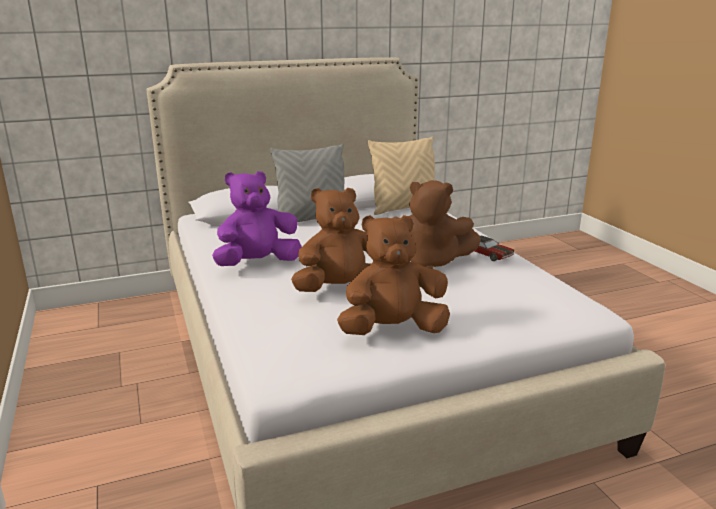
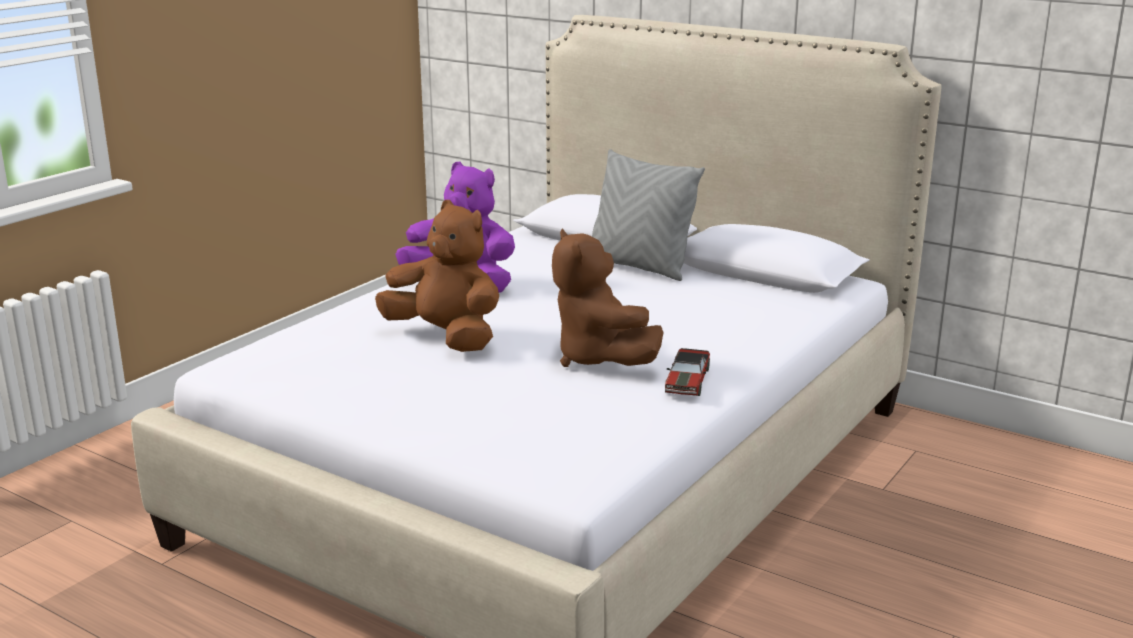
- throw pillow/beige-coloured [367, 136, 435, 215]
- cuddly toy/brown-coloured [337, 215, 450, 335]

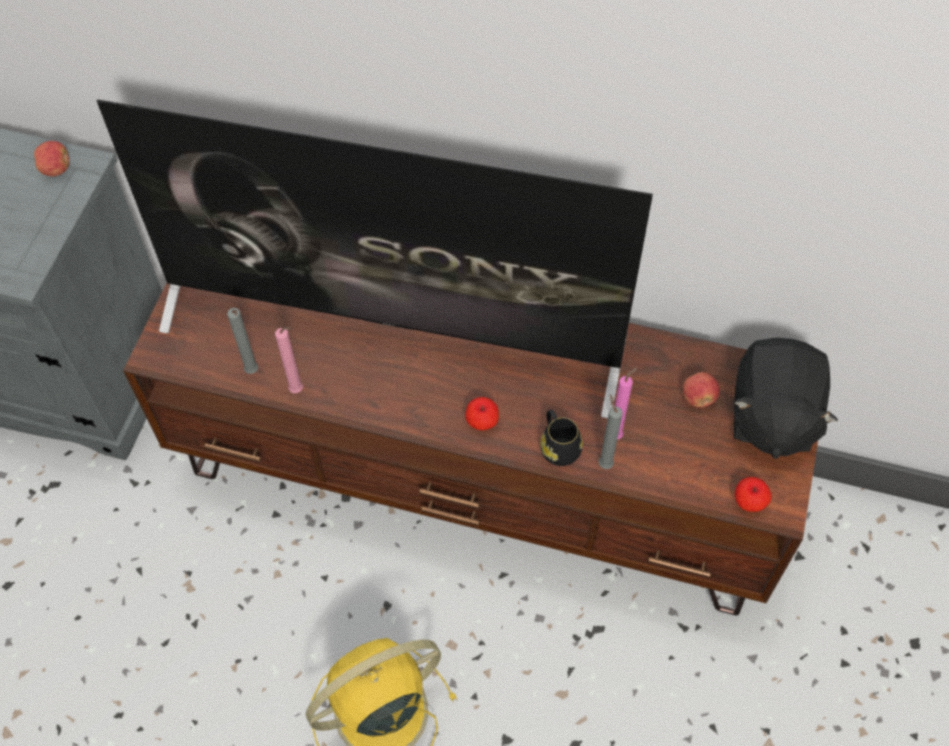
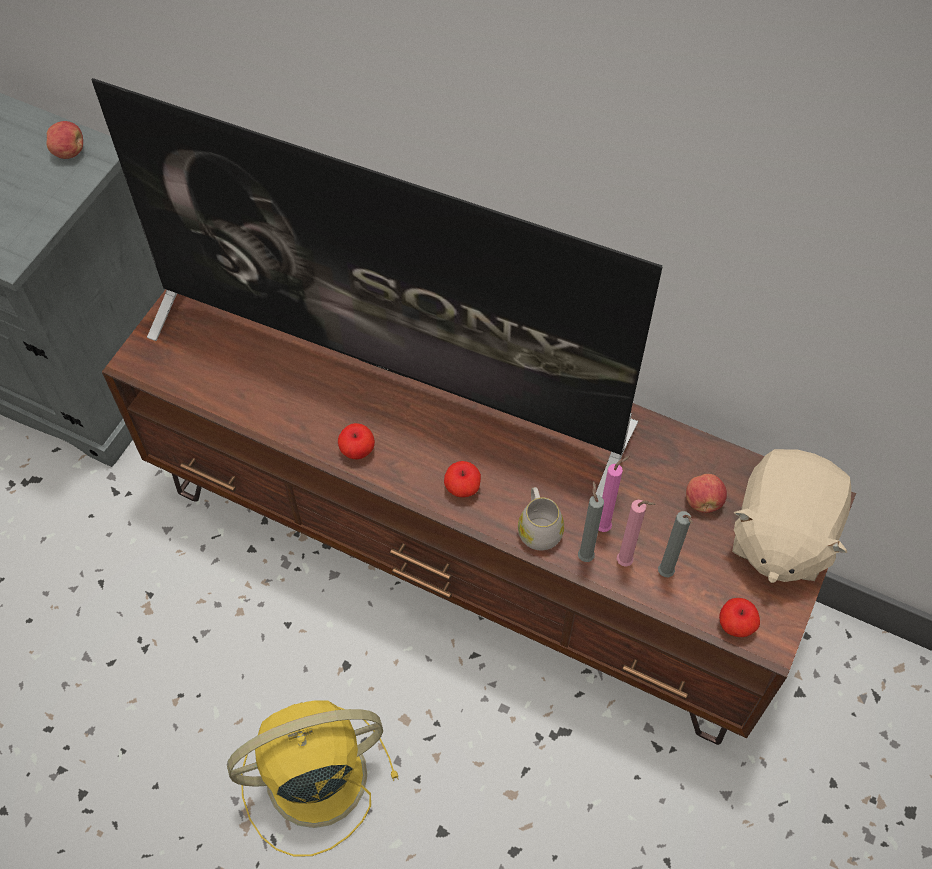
~ candle/gray [227, 308, 258, 374] to [658, 511, 693, 577]
~ candle/pink-coloured [275, 327, 303, 393] to [617, 500, 656, 567]
~ cuddly toy/black [733, 338, 838, 459] to cuddly toy/beige-coloured [732, 449, 851, 583]
~ tea mug/black [540, 410, 583, 466] to tea mug/whitish [518, 487, 564, 550]
+ apple fruit [338, 423, 375, 459]

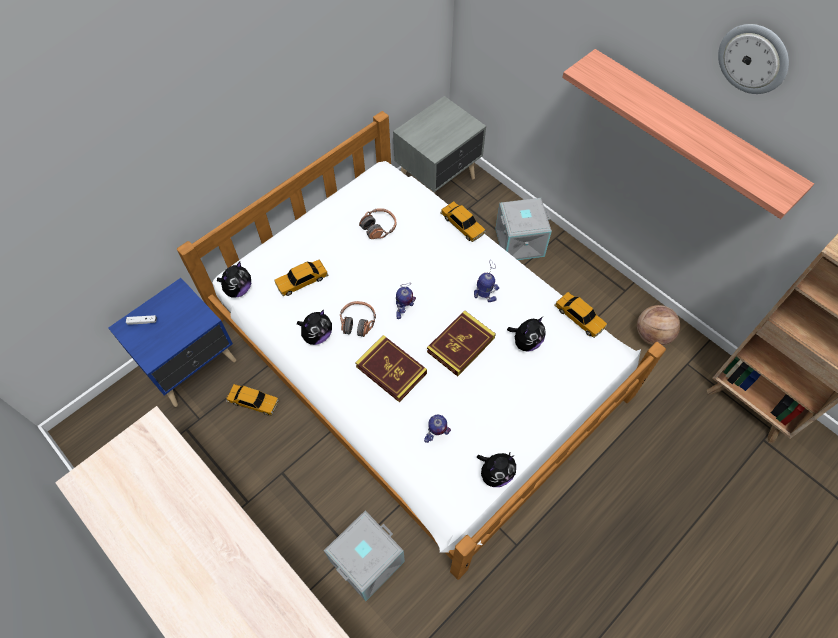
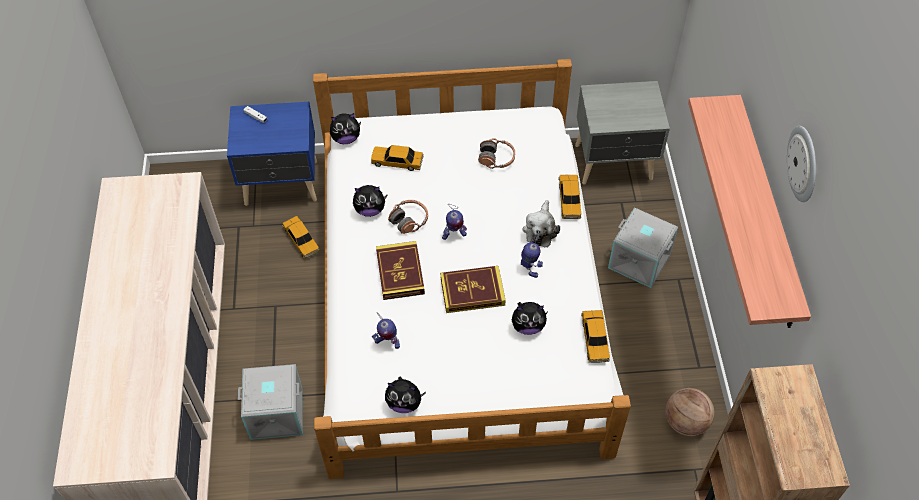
+ cuddly toy [522, 200, 560, 247]

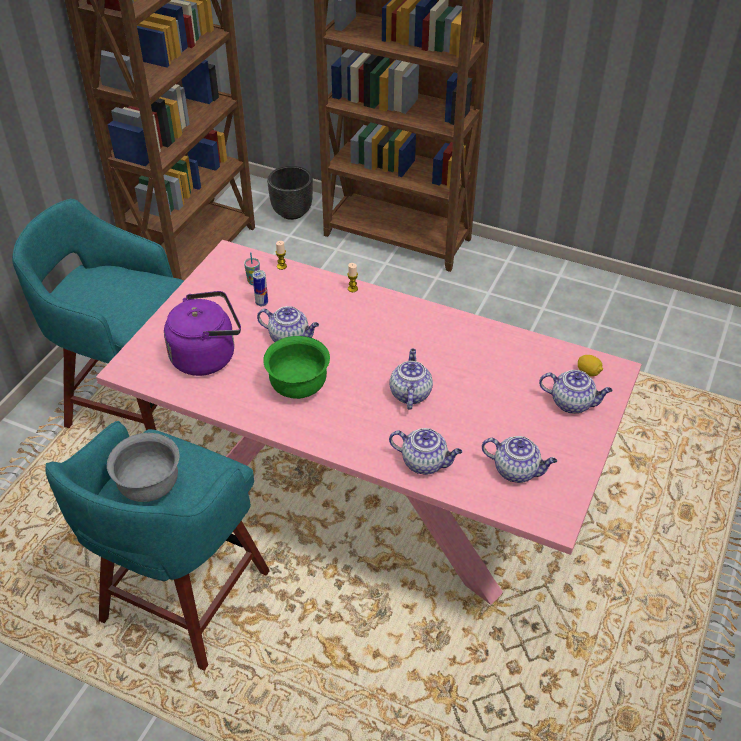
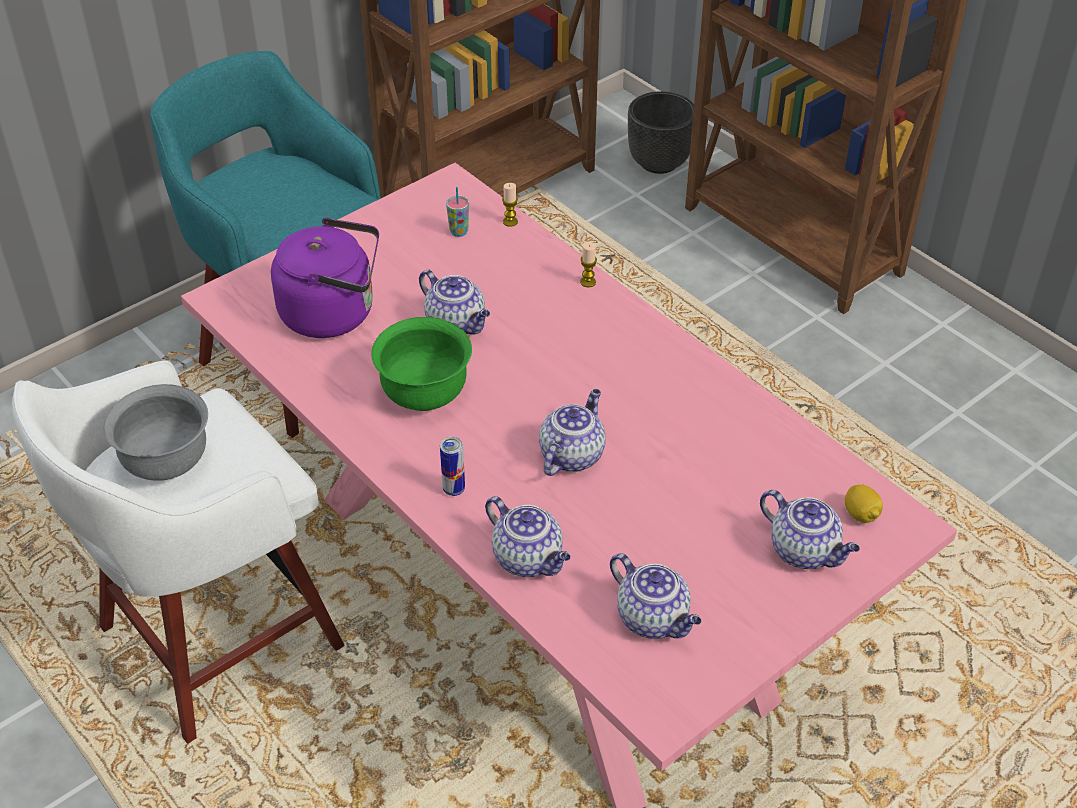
~ metal can [252, 270, 268, 306] to [440, 437, 465, 496]
~ sitting stool/turquoise [45, 421, 270, 671] to sitting stool/whitish [12, 361, 344, 743]

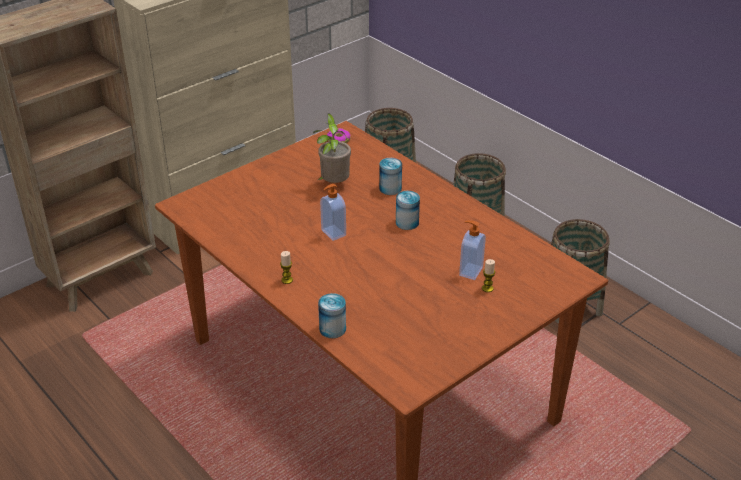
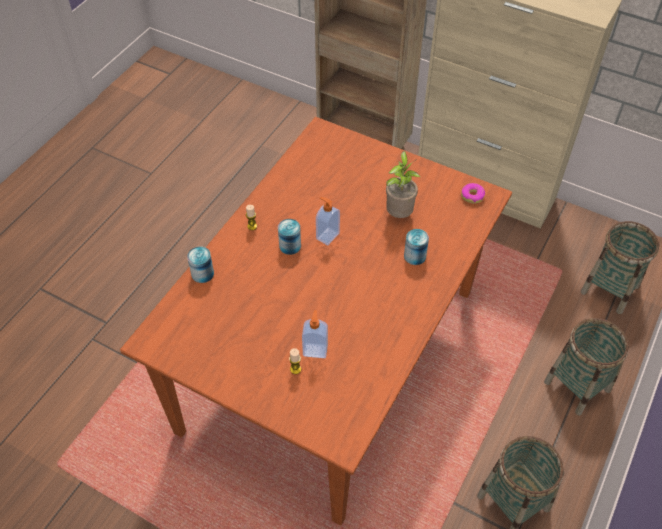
~ metal can [396, 191, 420, 230] to [278, 219, 301, 255]

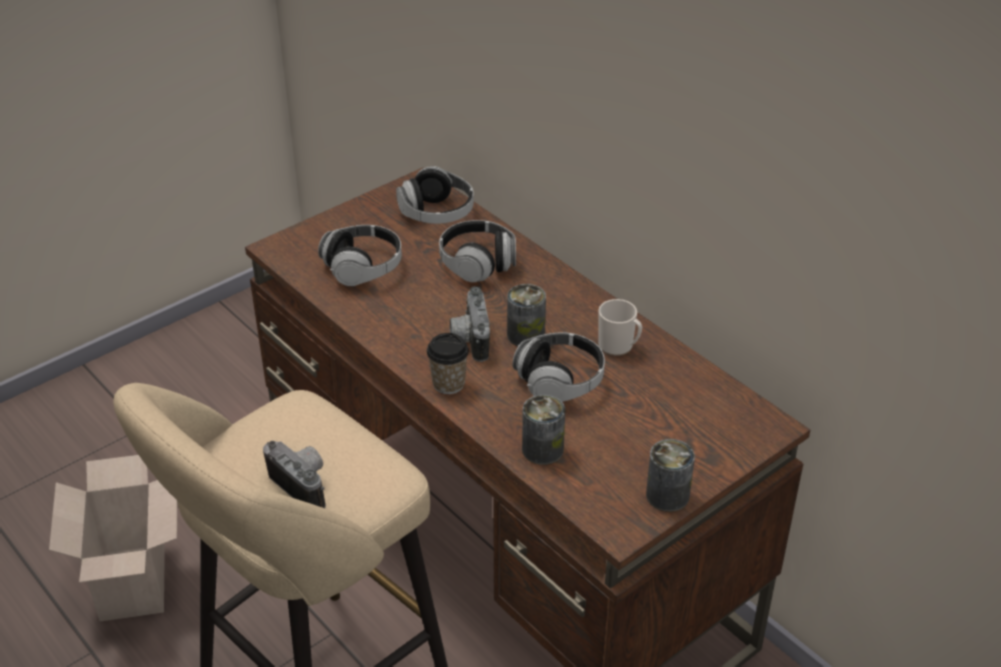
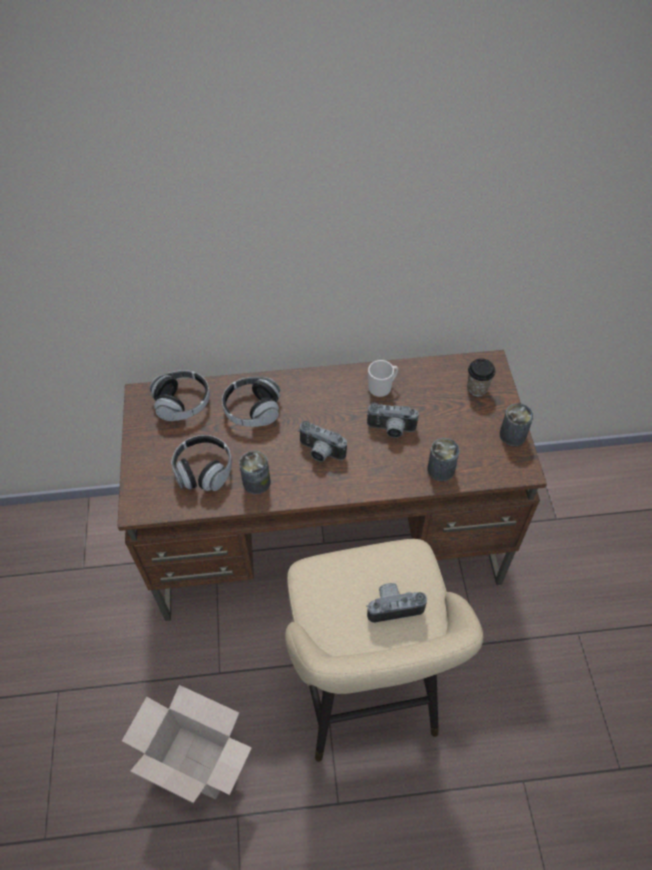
~ metal can [507, 284, 546, 346] to [239, 451, 271, 494]
~ pair of headphones [512, 332, 605, 402] to photo camera [367, 403, 419, 438]
~ drinking cup [427, 333, 469, 394] to [467, 358, 495, 396]

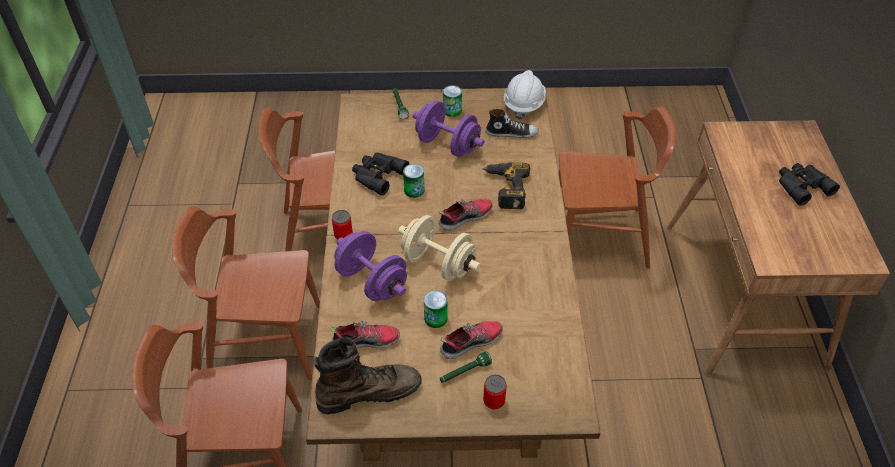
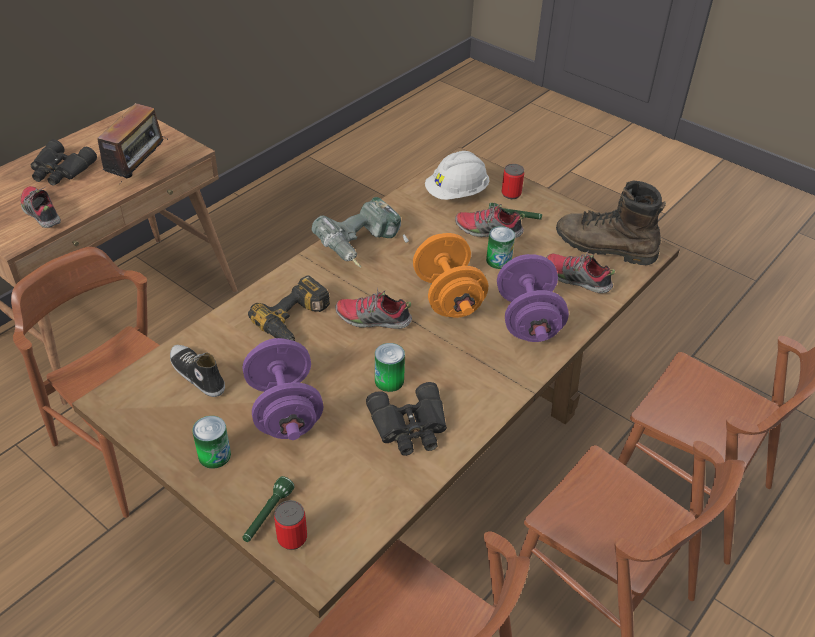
~ hard hat/whitish [504, 70, 546, 119] to [425, 151, 490, 200]
~ metal can [332, 210, 353, 240] to [274, 500, 307, 550]
~ hand weight/beige-coloured [398, 215, 480, 281] to hand weight/orange [413, 233, 488, 318]
+ radio set [92, 103, 168, 182]
+ low shoe [21, 186, 61, 228]
+ power drill [312, 197, 409, 268]

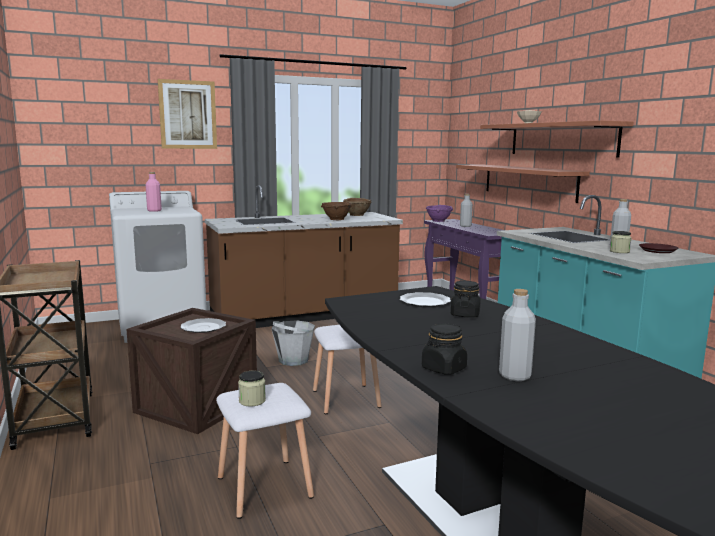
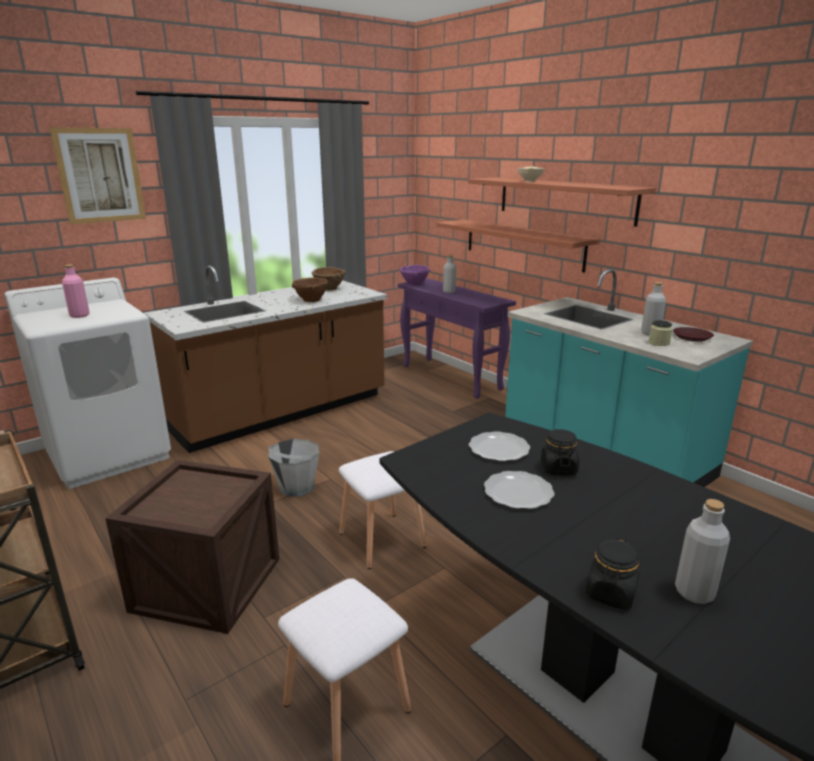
~ flat dish [180, 318, 226, 333] to [484, 471, 555, 509]
- jar [238, 371, 266, 406]

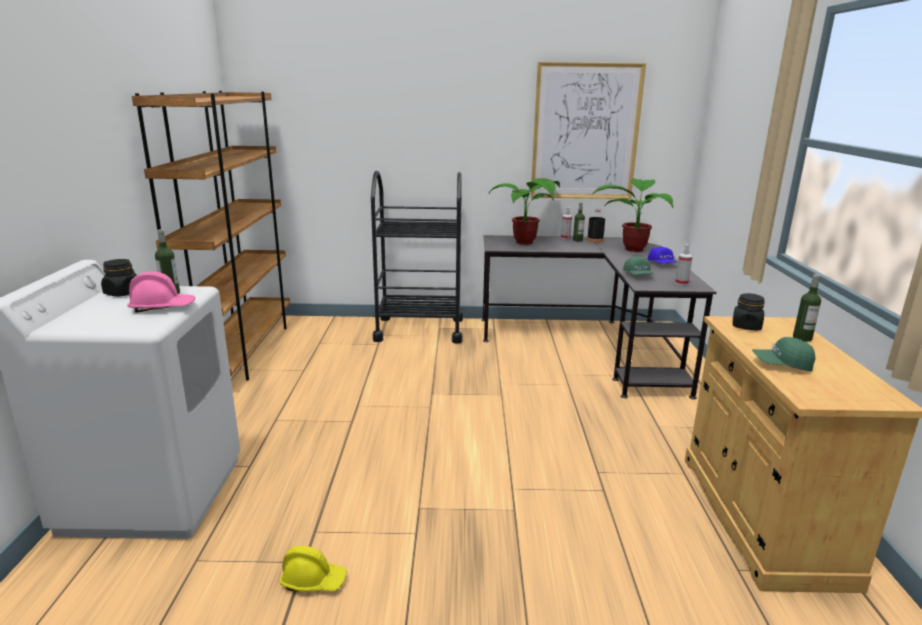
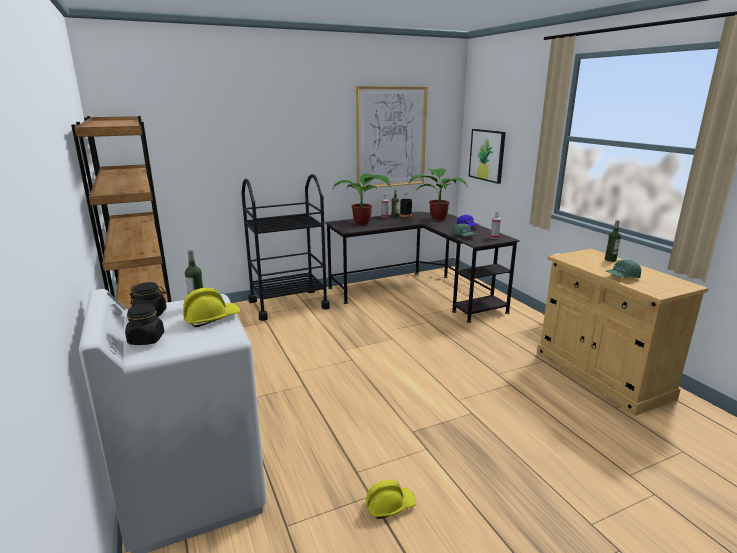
~ hard hat/pink-coloured [127, 271, 195, 313] to hard hat/yellow [183, 288, 240, 327]
~ jar/black [733, 293, 765, 331] to [125, 303, 164, 345]
+ wall art [468, 129, 506, 184]

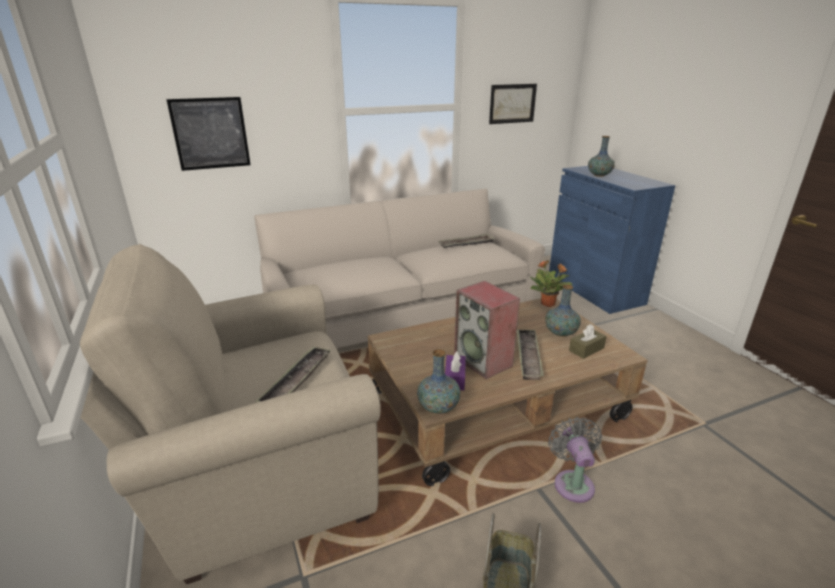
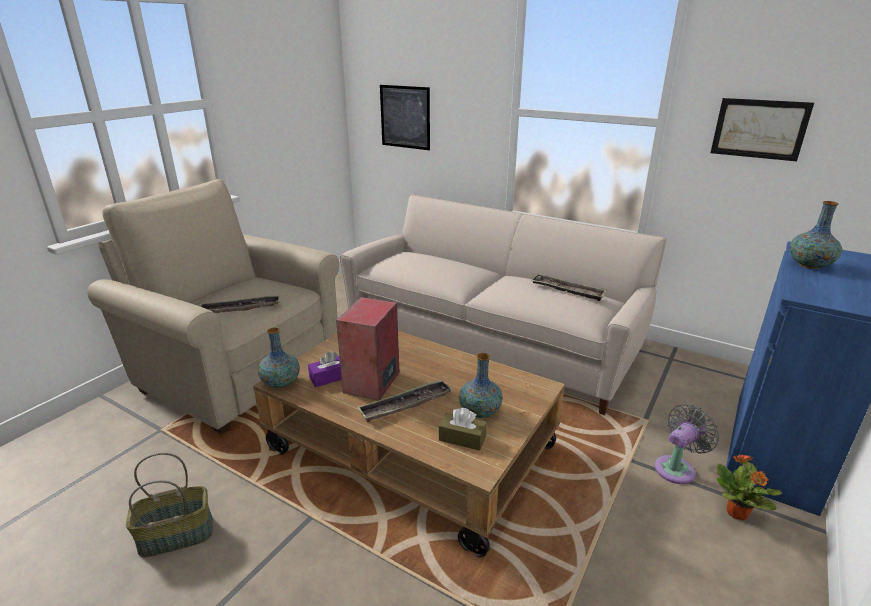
~ plant in a pot [530, 260, 572, 307] to [717, 454, 782, 520]
~ electric fan/gray [548, 417, 602, 503] to [655, 404, 719, 484]

